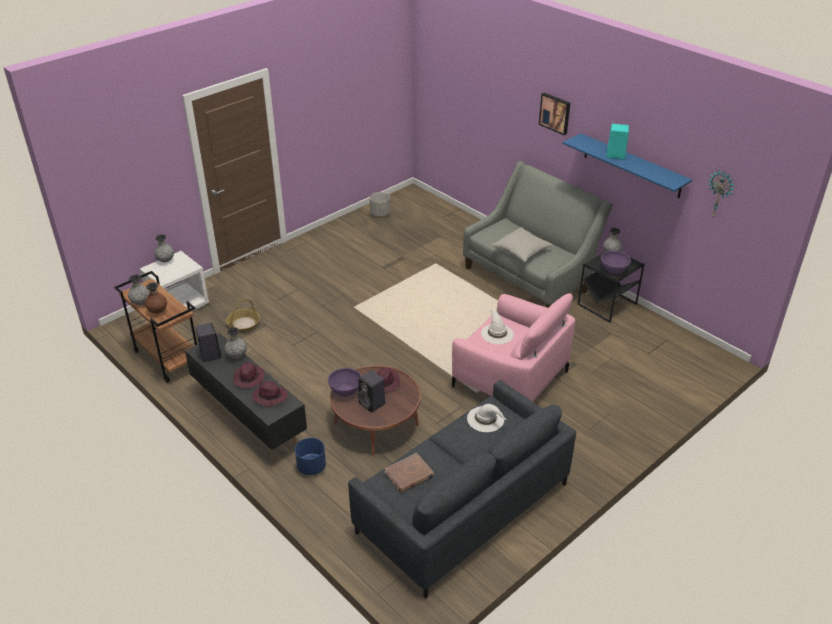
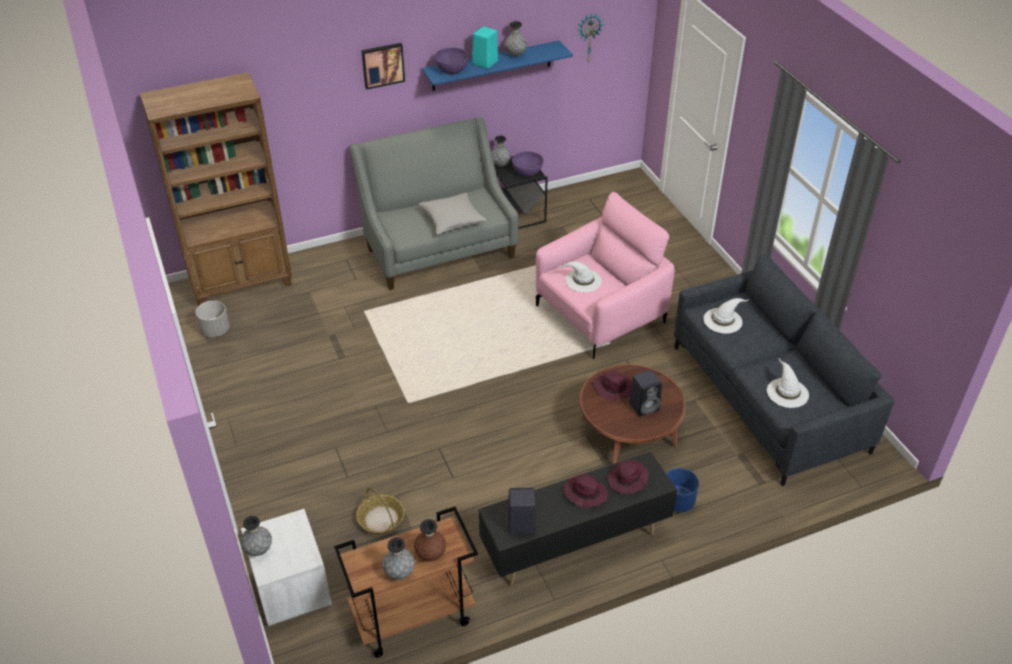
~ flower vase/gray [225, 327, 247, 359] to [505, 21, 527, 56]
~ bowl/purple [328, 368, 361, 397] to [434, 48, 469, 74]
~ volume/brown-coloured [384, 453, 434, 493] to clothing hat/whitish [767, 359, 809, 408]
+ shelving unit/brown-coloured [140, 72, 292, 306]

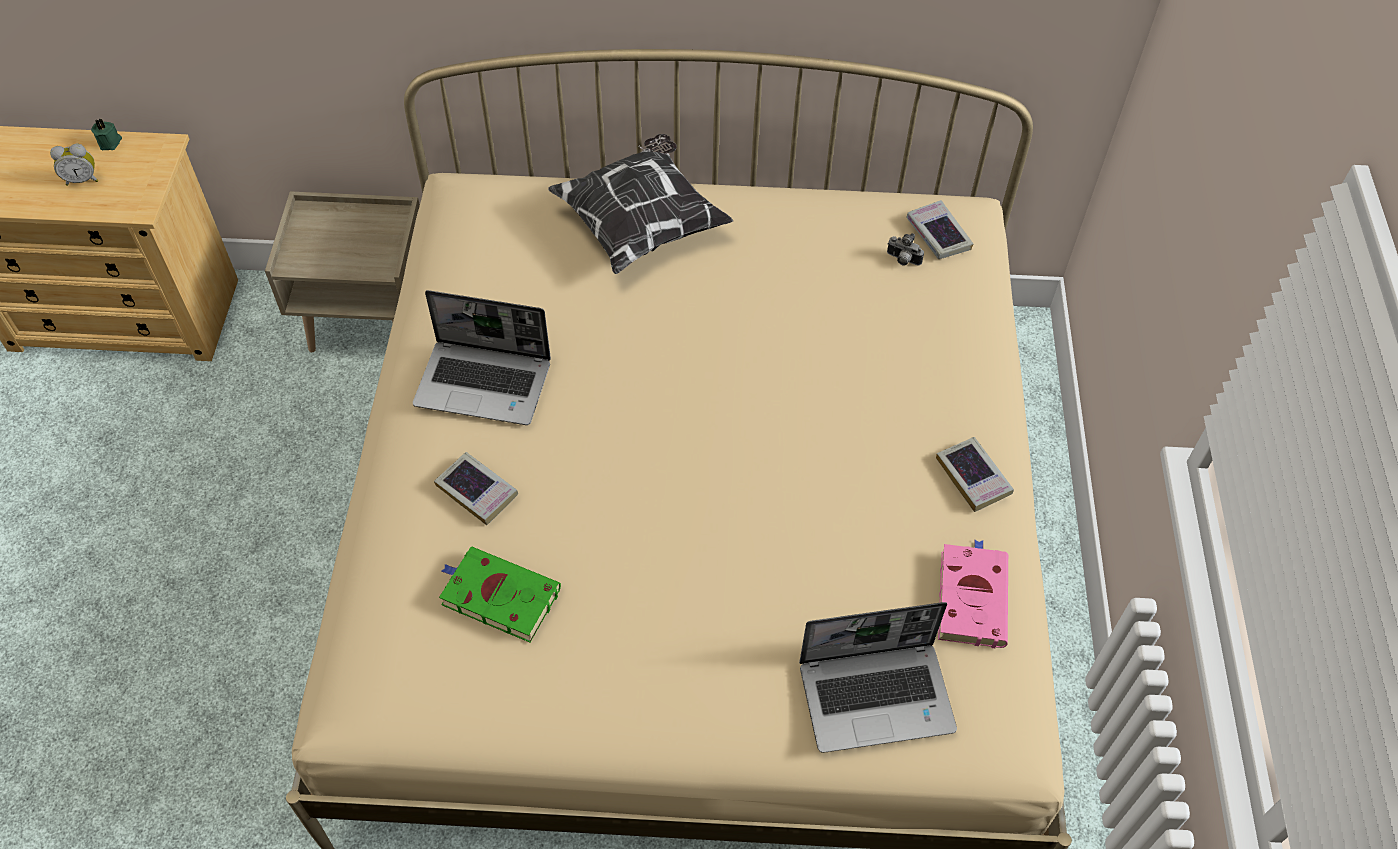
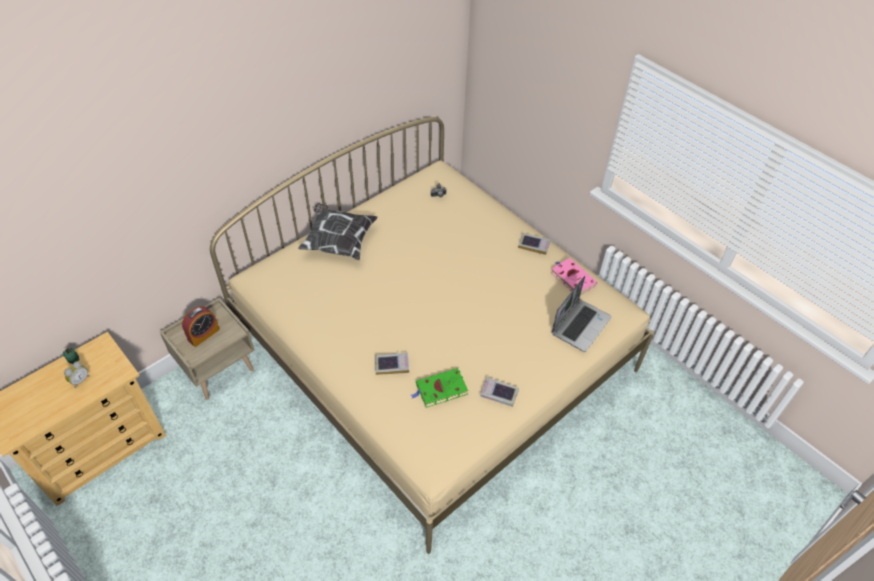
~ volume [906, 200, 973, 259] to [480, 377, 519, 407]
- laptop [413, 290, 551, 425]
+ bedside clock [182, 306, 220, 347]

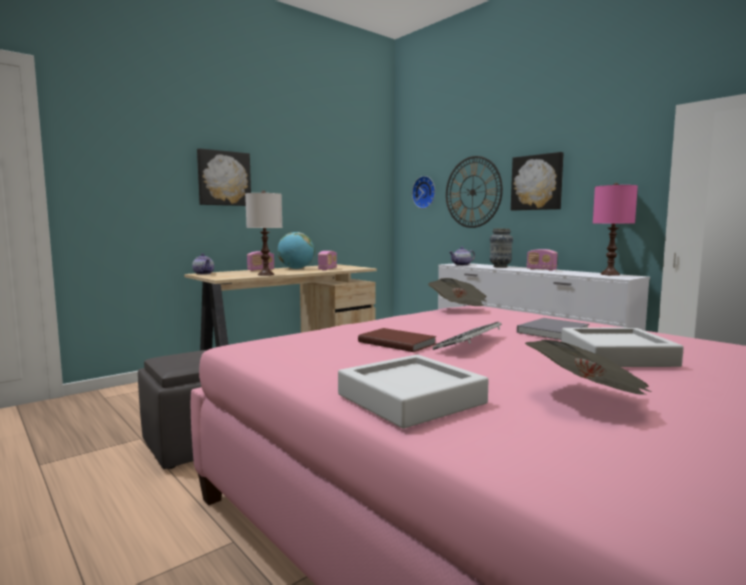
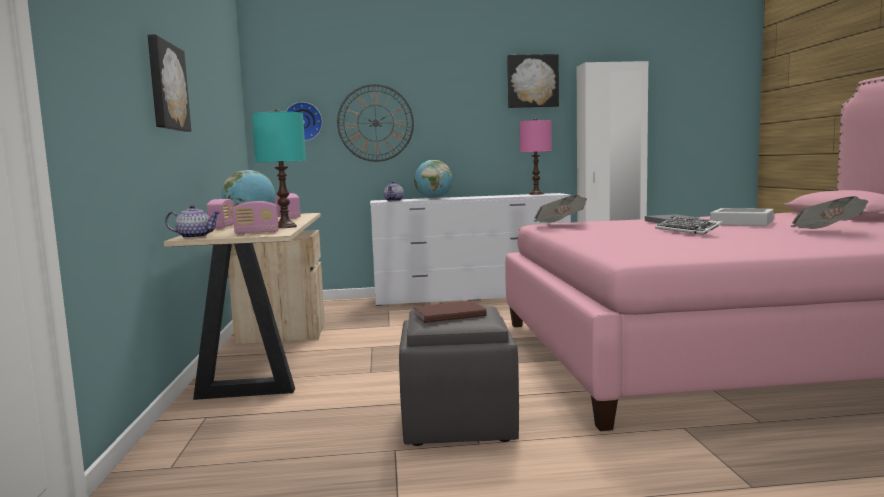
~ wall art [511, 152, 564, 210] to [507, 54, 559, 108]
~ table lamp/whitish [245, 191, 282, 276] to table lamp/turquoise [252, 109, 306, 228]
~ flower vase [490, 228, 513, 268] to desk globe [414, 160, 453, 199]
~ radio set [527, 249, 558, 271] to [233, 201, 279, 235]
~ volume/brown-coloured [358, 328, 437, 352] to [414, 301, 487, 323]
- tray/gray [338, 355, 489, 429]

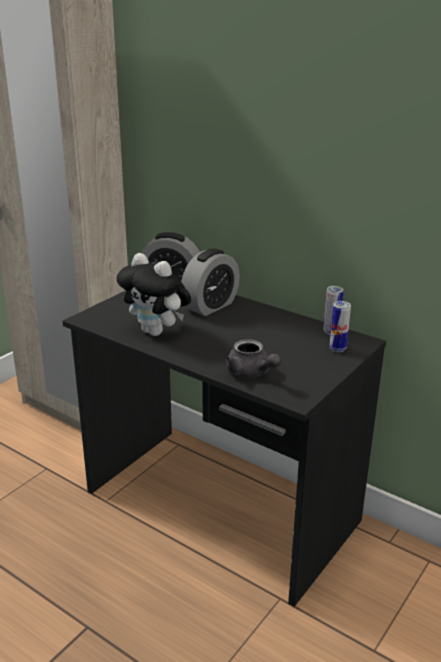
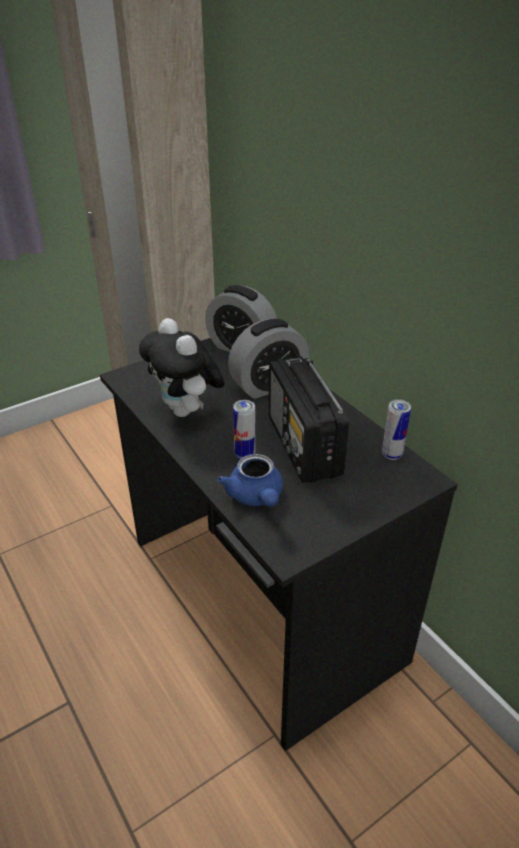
~ metal can [330, 301, 351, 352] to [233, 400, 256, 459]
~ teapot/gray [226, 339, 281, 378] to teapot/blue [218, 454, 283, 507]
+ radio set [269, 356, 349, 483]

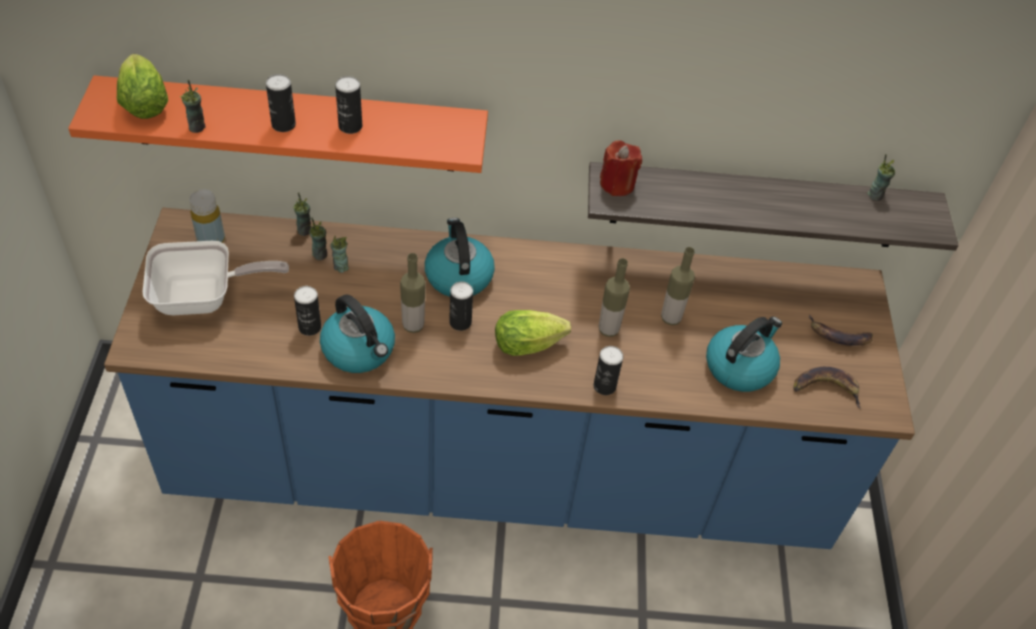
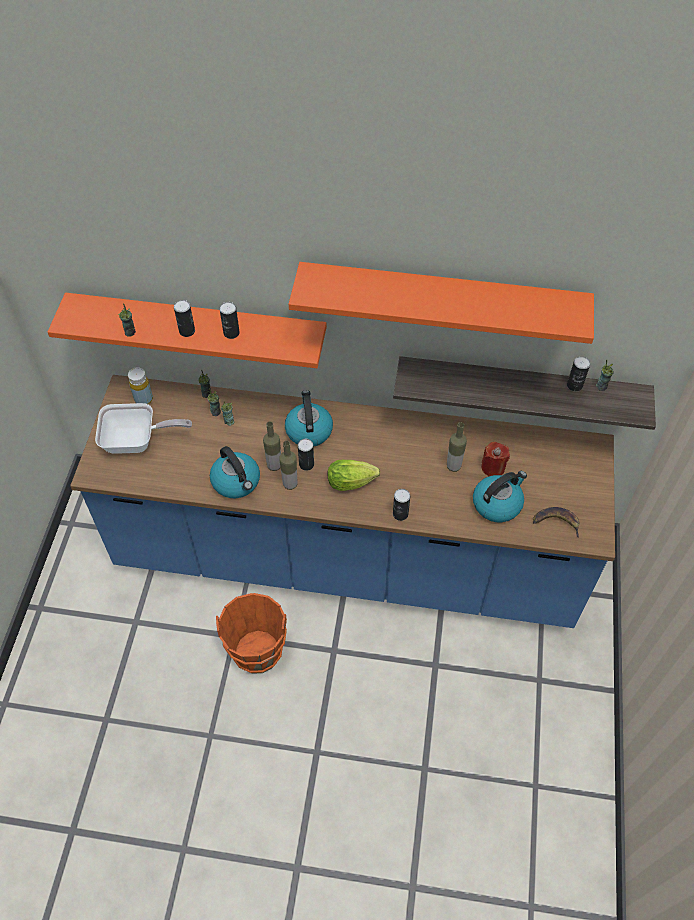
- head of lettuce [117, 54, 168, 119]
~ candle/reddish [600, 140, 642, 196] to [481, 442, 510, 476]
~ bottle [599, 258, 630, 337] to [280, 440, 298, 490]
~ metal can [294, 286, 321, 336] to [567, 356, 590, 392]
- banana [809, 315, 873, 346]
+ bracket shelf/orange [289, 262, 594, 344]

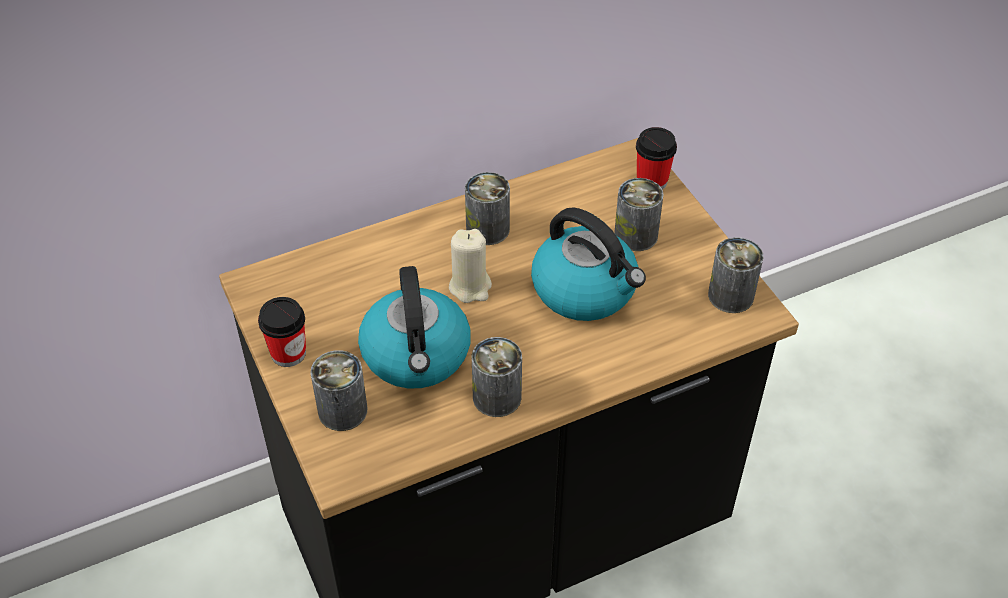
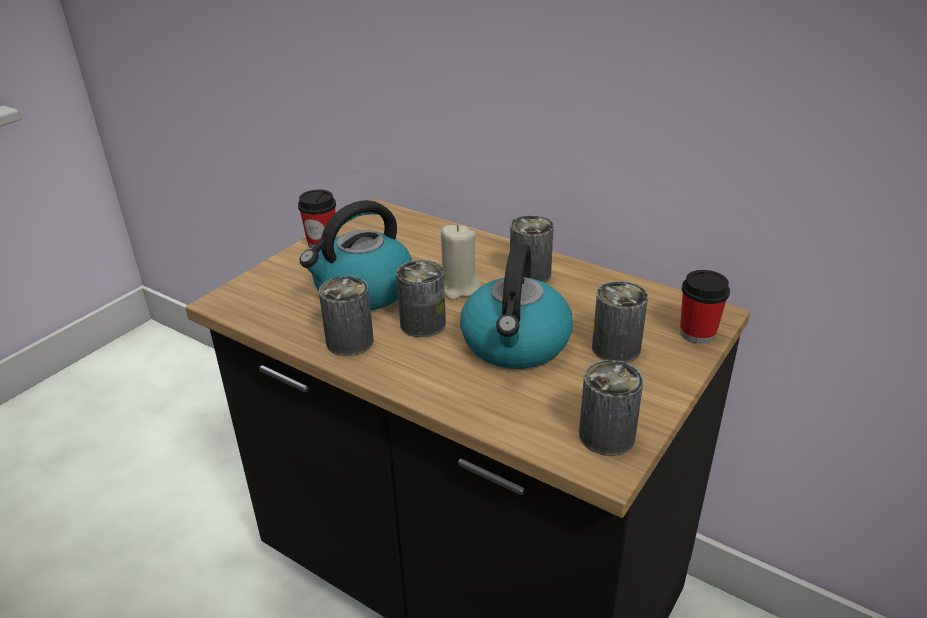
~ metal can [310, 350, 367, 431] to [396, 260, 446, 337]

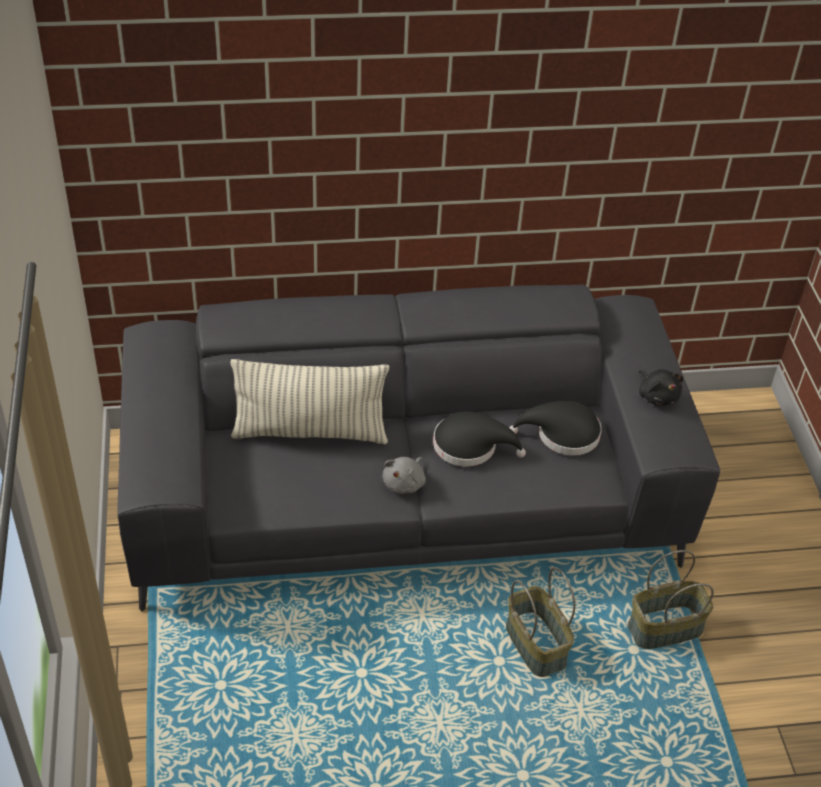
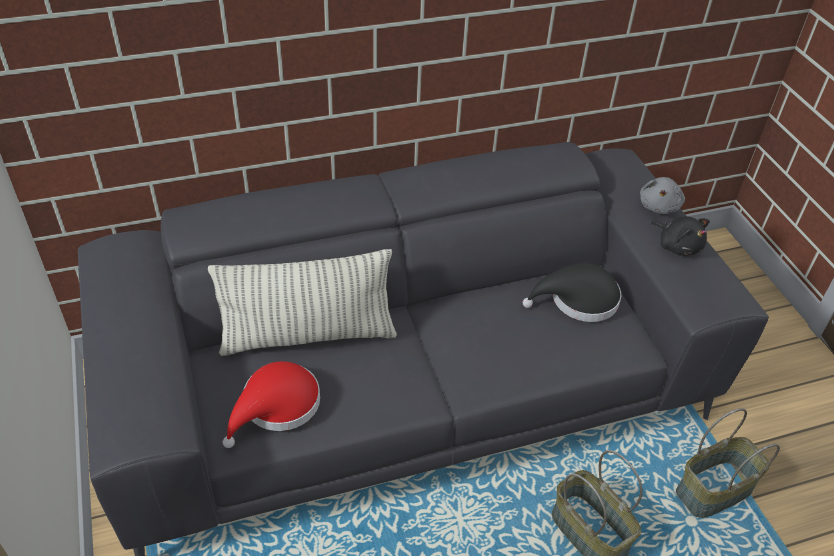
- clothing hat/black [433, 411, 526, 467]
~ cuddly toy/gray [382, 457, 426, 494] to [640, 177, 685, 214]
+ clothing hat/reddish [223, 361, 320, 448]

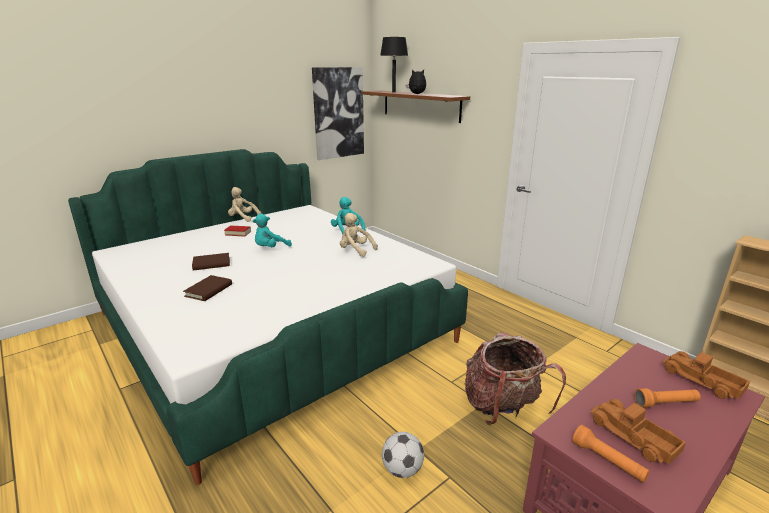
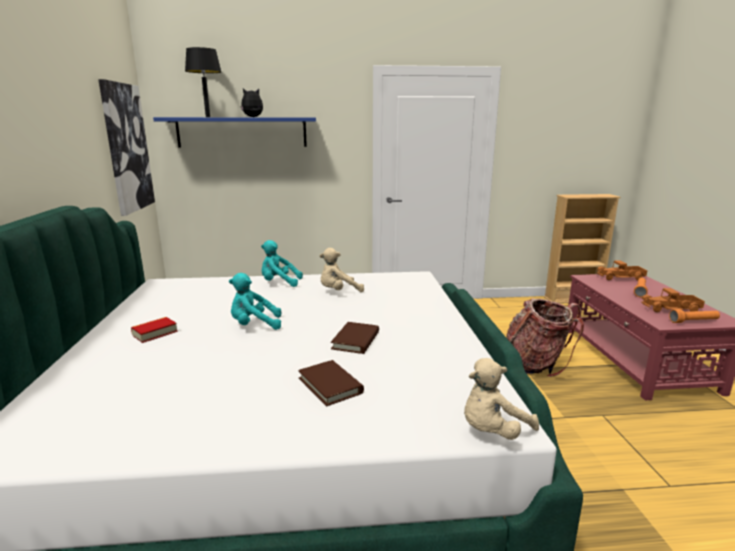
~ bracket shelf/brown-coloured [361, 91, 470, 123] to bracket shelf/blue [153, 117, 316, 147]
~ cuddly toy/beige-coloured [228, 187, 261, 222] to [464, 358, 539, 440]
~ cuddly toy/turquoise [252, 214, 292, 247] = [229, 273, 281, 330] 90 degrees clockwise
~ volume/brown-coloured [192, 253, 230, 271] to [331, 322, 379, 354]
- football ball [382, 432, 424, 478]

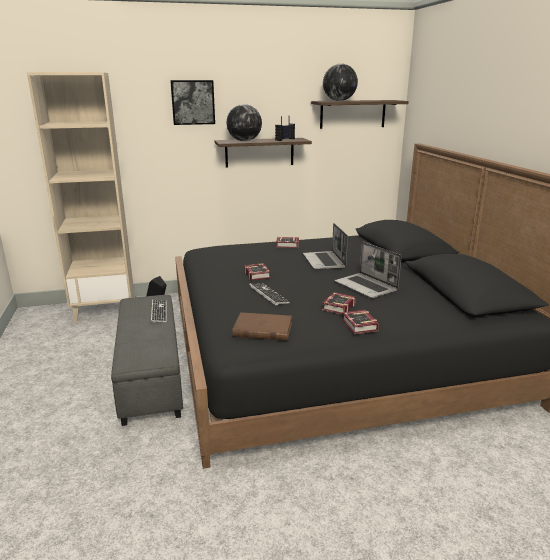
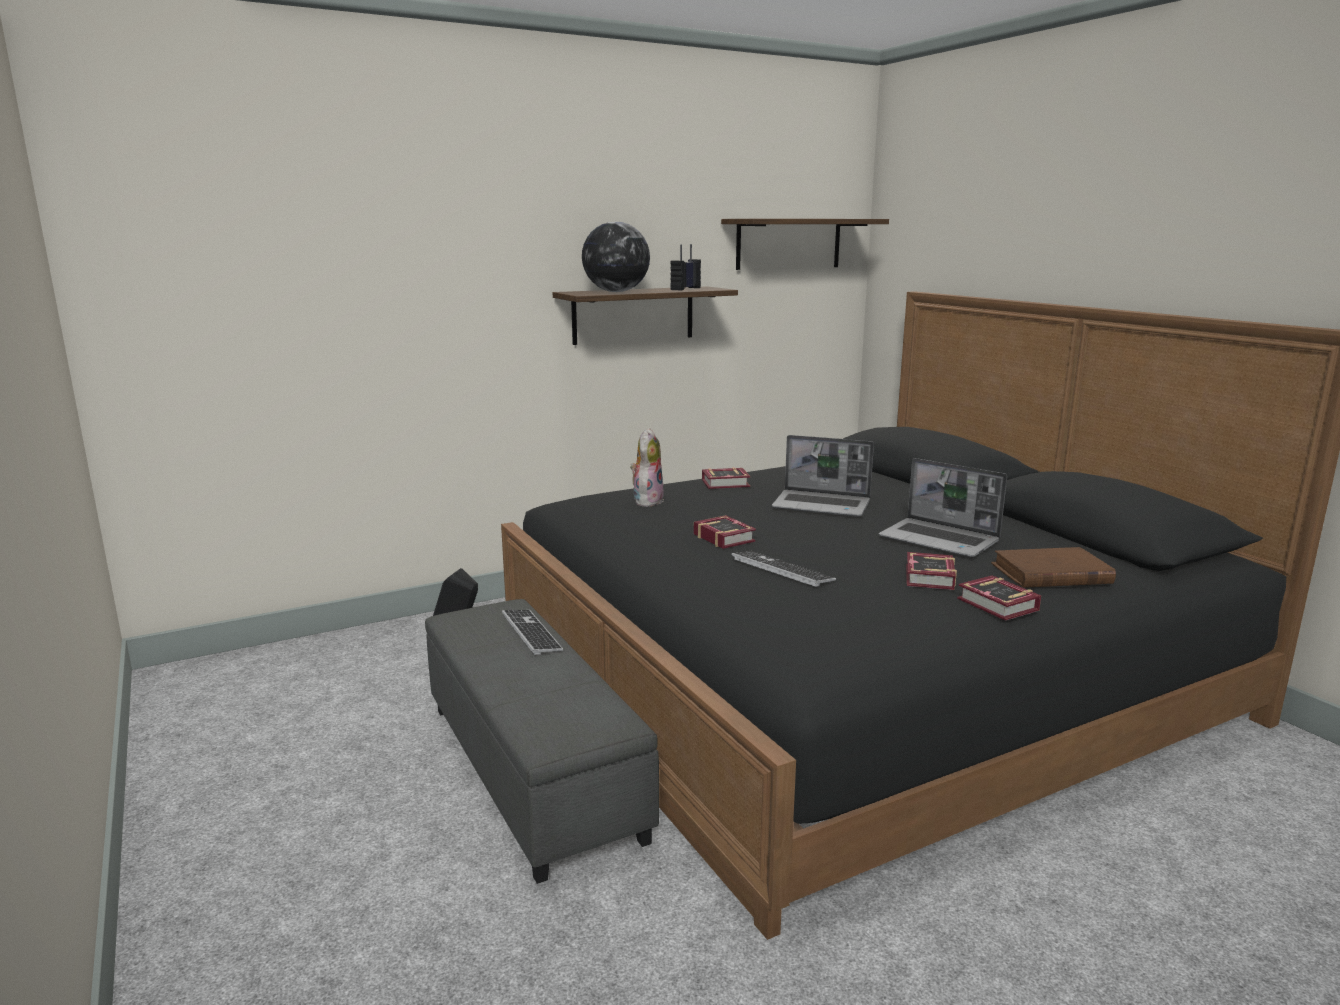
- desk globe [323, 64, 358, 101]
- shelving unit/beige-coloured [27, 72, 133, 323]
- wall art [170, 80, 215, 125]
~ laptop [303, 223, 348, 270] = [772, 435, 874, 517] 45 degrees counterclockwise
~ volume/brown-coloured [232, 312, 292, 341] to [991, 547, 1116, 588]
+ cuddly toy [630, 428, 664, 507]

